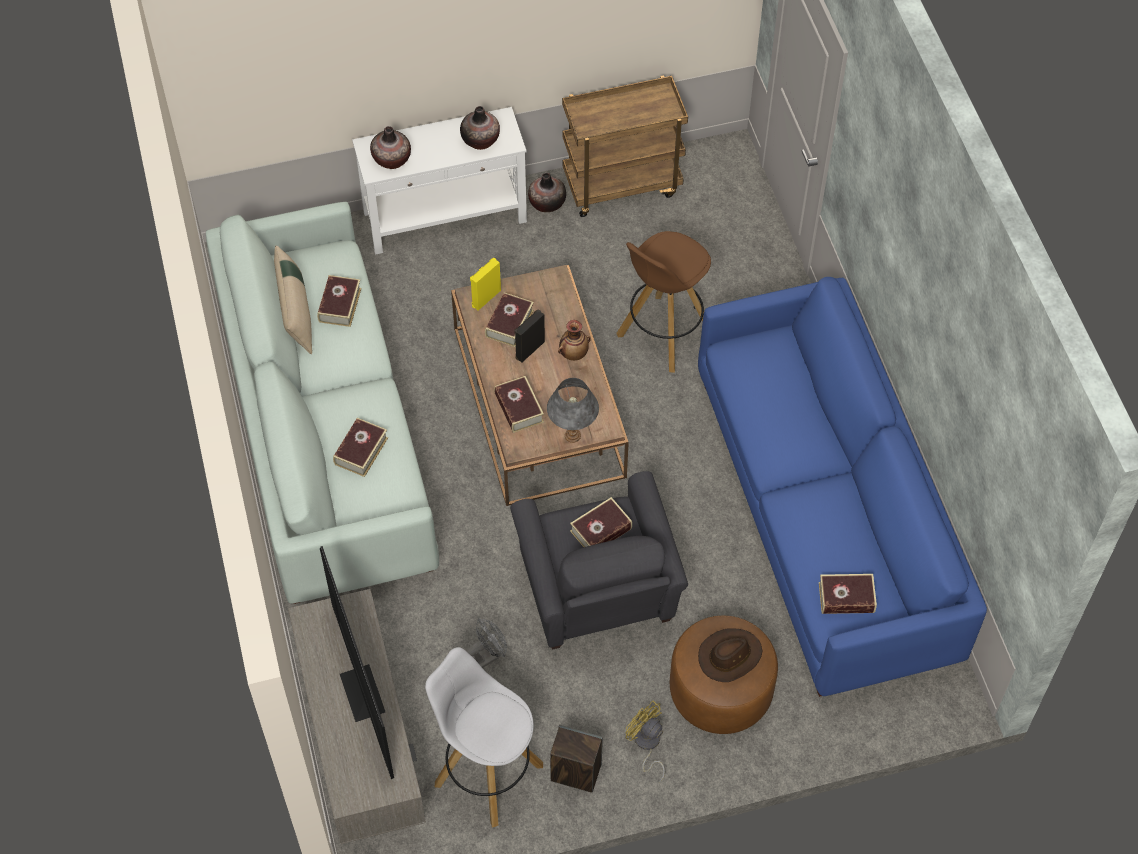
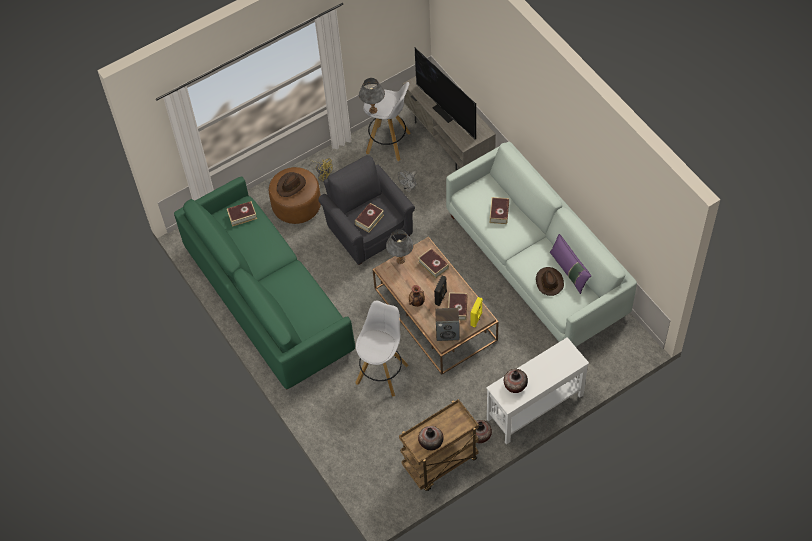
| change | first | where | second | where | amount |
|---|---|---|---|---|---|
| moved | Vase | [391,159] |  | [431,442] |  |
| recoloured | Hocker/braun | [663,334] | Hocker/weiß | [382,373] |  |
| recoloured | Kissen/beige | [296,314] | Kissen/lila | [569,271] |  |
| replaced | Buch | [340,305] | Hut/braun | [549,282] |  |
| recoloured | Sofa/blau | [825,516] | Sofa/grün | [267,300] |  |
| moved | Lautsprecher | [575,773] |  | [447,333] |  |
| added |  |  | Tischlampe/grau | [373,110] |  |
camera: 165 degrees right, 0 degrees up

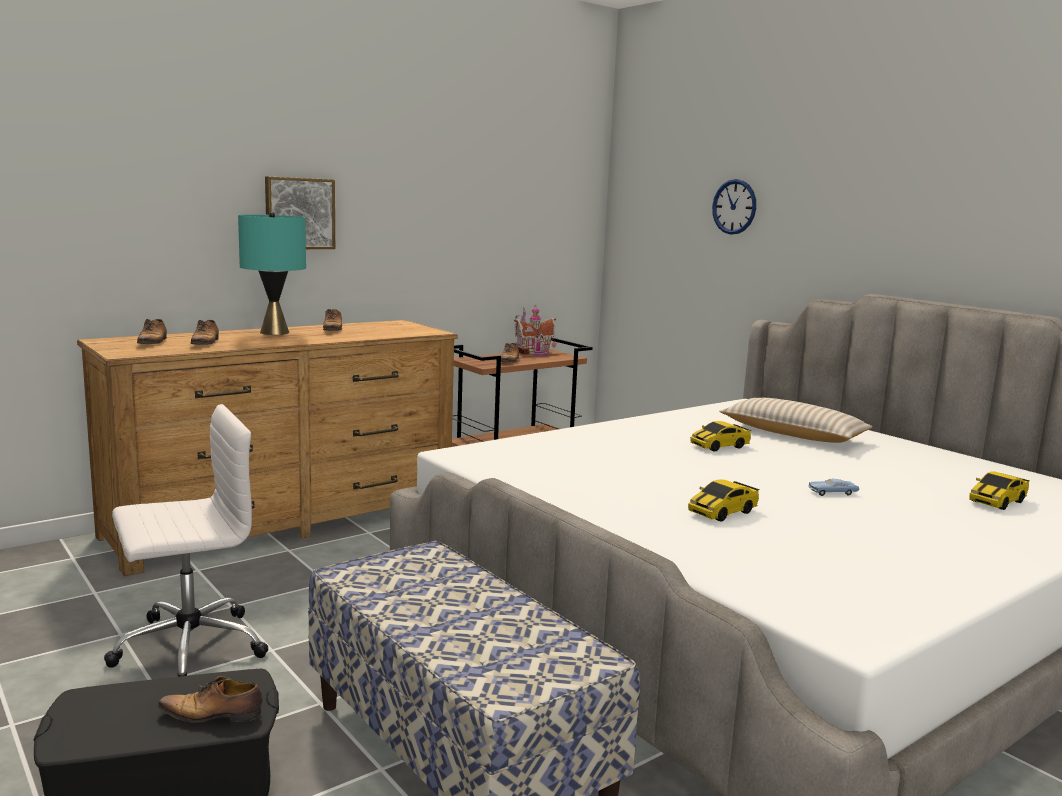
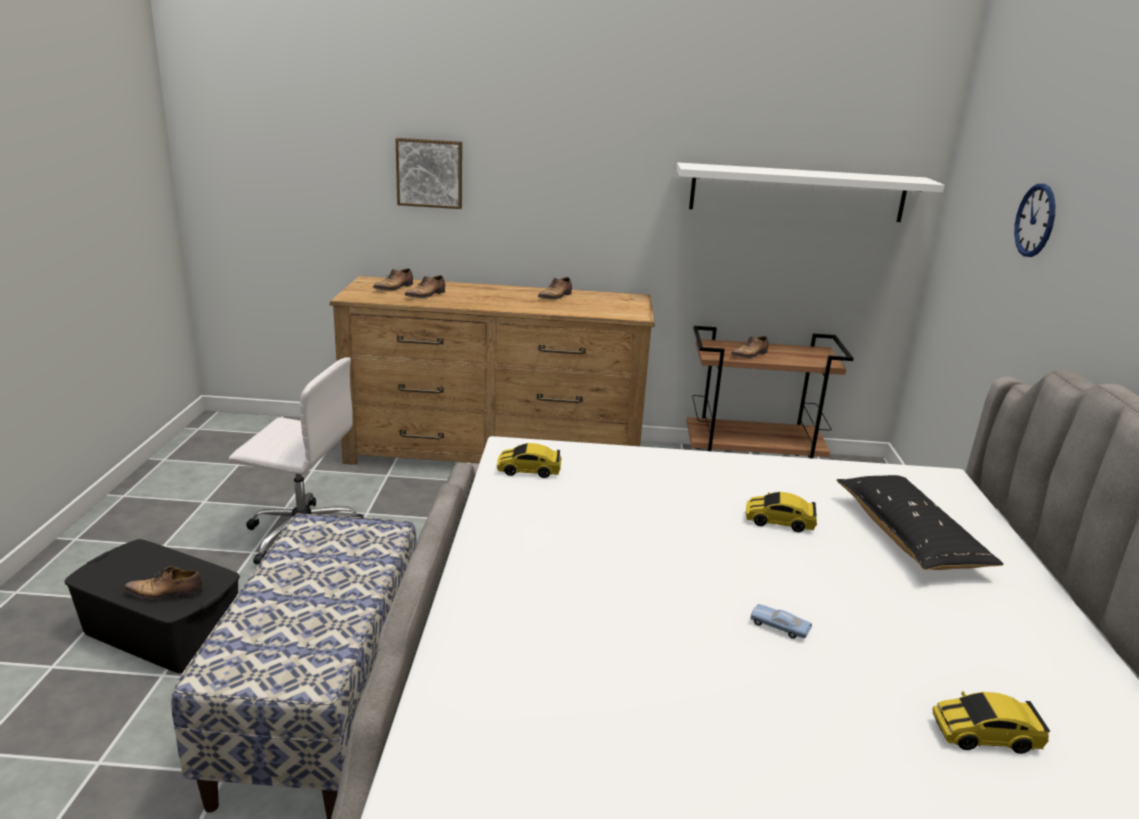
| change | first | where | second | where | amount |
|---|---|---|---|---|---|
| moved | Bild | [299,213] |  | [430,173] |  |
| removed | Tischlampe/türkis | [274,332] |  |  |  |
| removed | Spielzeughaus | [535,353] |  |  |  |
| recoloured | Kissen/beige | [793,434] | Kissen/schwarz | [908,536] |  |
| moved | Spielzeugauto | [722,512] |  | [528,470] |  |
| turned | Schuh | [213,715] |  | [166,593] | 45 degrees counterclockwise |
| added |  |  | Wandregal/weiß | [797,192] |  |
camera: 40 degrees right, 10 degrees up

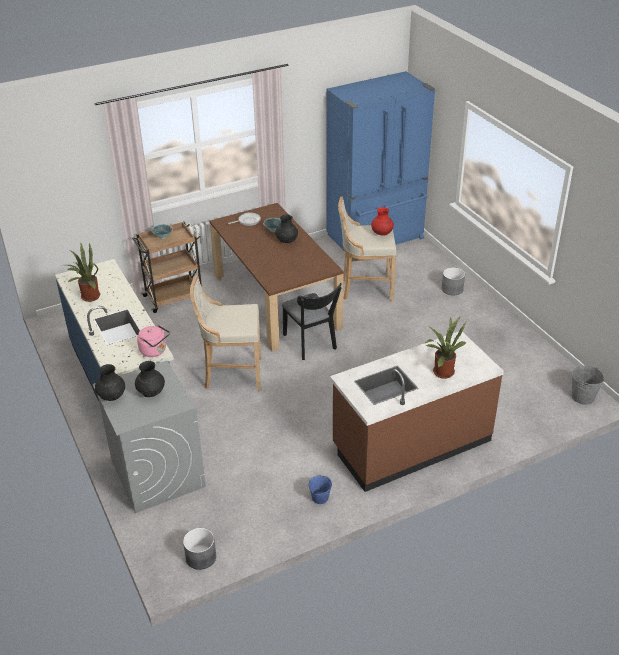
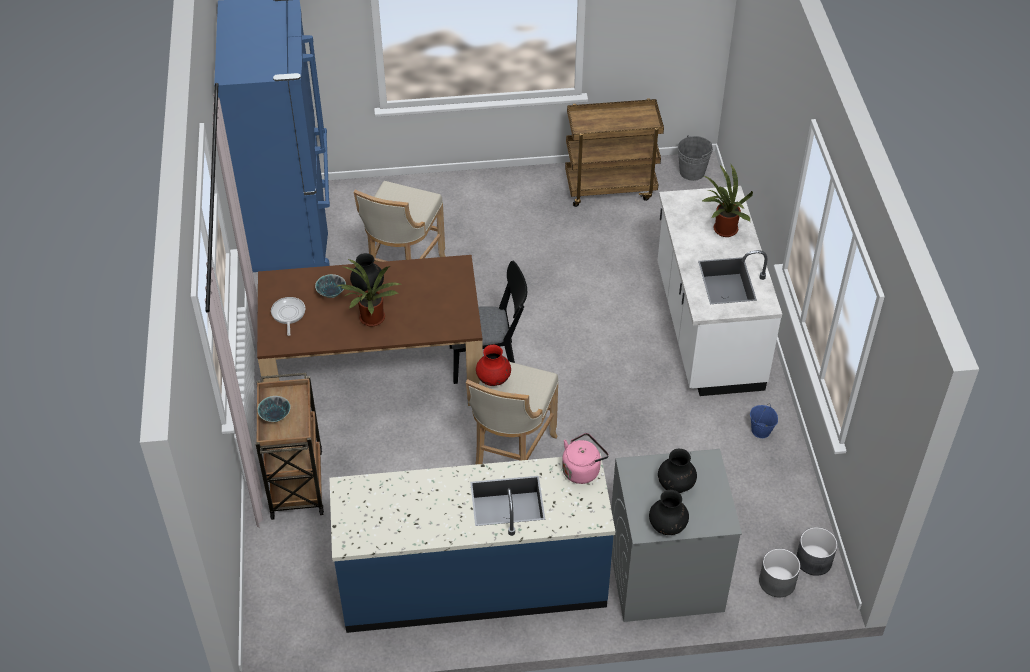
| change | first | where | second | where | amount |
|---|---|---|---|---|---|
| moved | Vase/rot | [382,234] |  | [493,380] |  |
| moved | Topfpflanze | [88,297] |  | [371,320] |  |
| moved | Pflanzkübel/grau | [452,289] |  | [777,582] |  |
| recoloured | Küchenzeile/braun | [411,443] | Küchenzeile/weiß | [706,328] |  |
| added |  |  | Rollwagen/braun | [610,187] |  |
camera: 70 degrees left, 10 degrees up

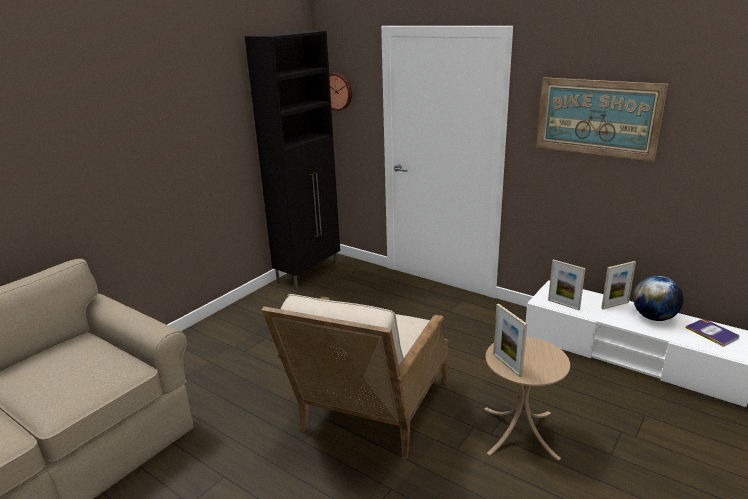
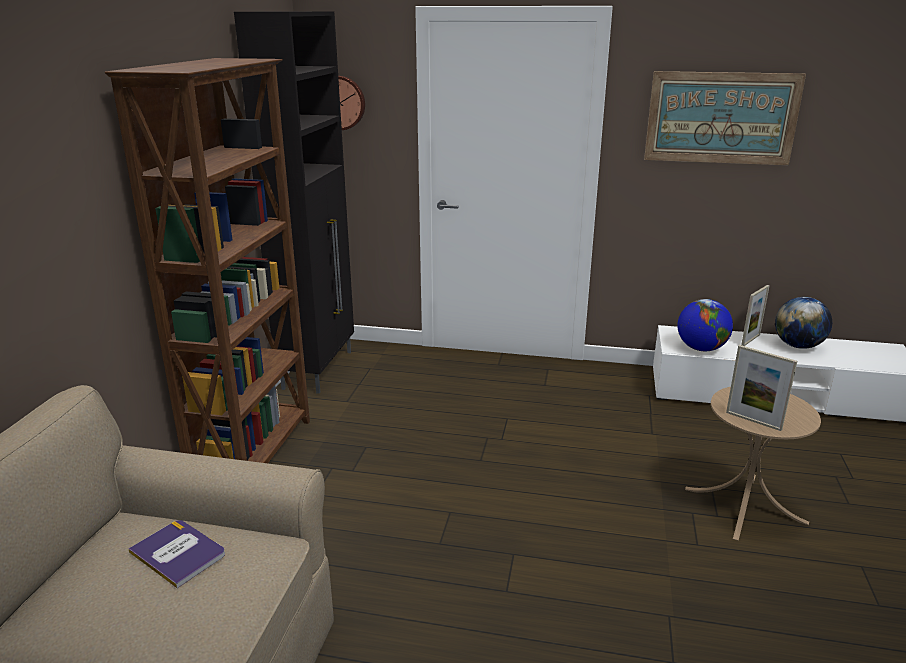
| change | first | where | second | where | amount |
|---|---|---|---|---|---|
| replaced | Bilderrahmen | [563,304] | Globus | [701,348] |  |
| removed | Sessel/beige | [369,414] |  |  |  |
| moved | Buch | [712,333] |  | [178,553] |  |
| added |  |  | Bücherregal/braun | [256,455] |  |
camera: 25 degrees left, 0 degrees up

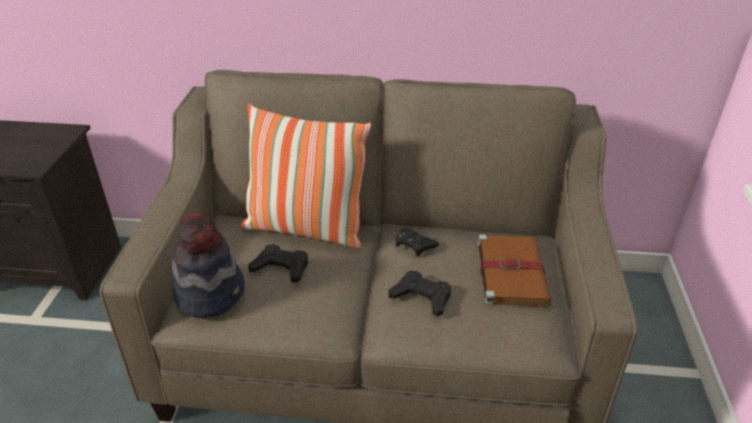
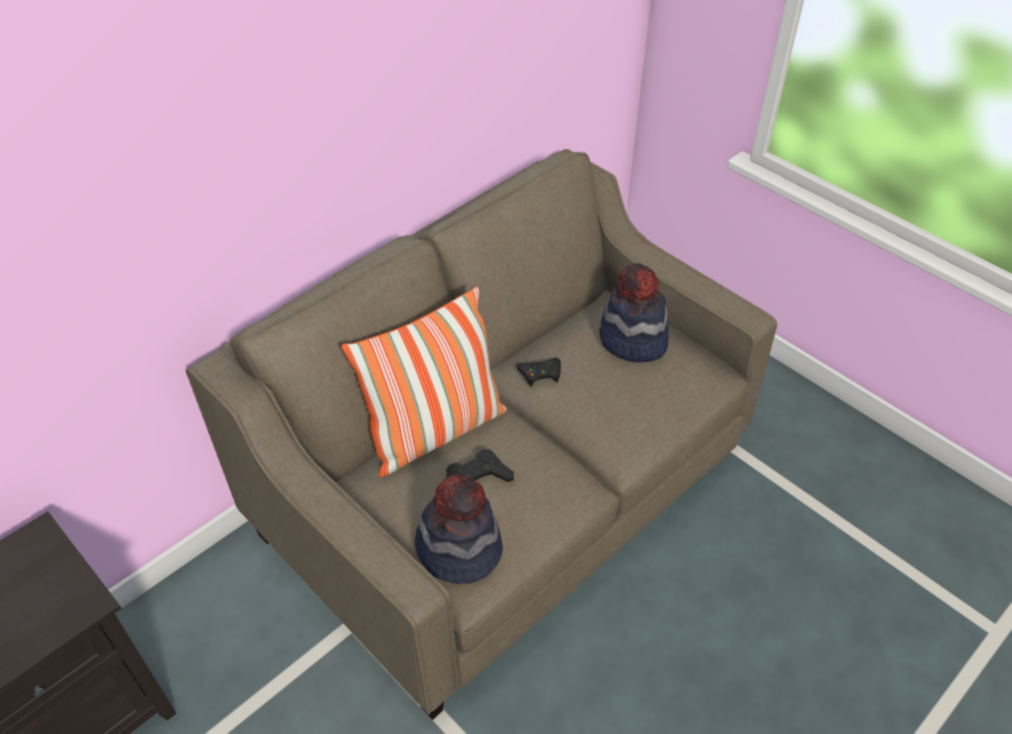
| change | first | where | second | where | amount |
|---|---|---|---|---|---|
| replaced | Buch/braun | [511,271] | Hut | [632,340] |  |
| removed | Gamepad/schwarz | [421,297] |  |  |  |
camera: 50 degrees left, 10 degrees up

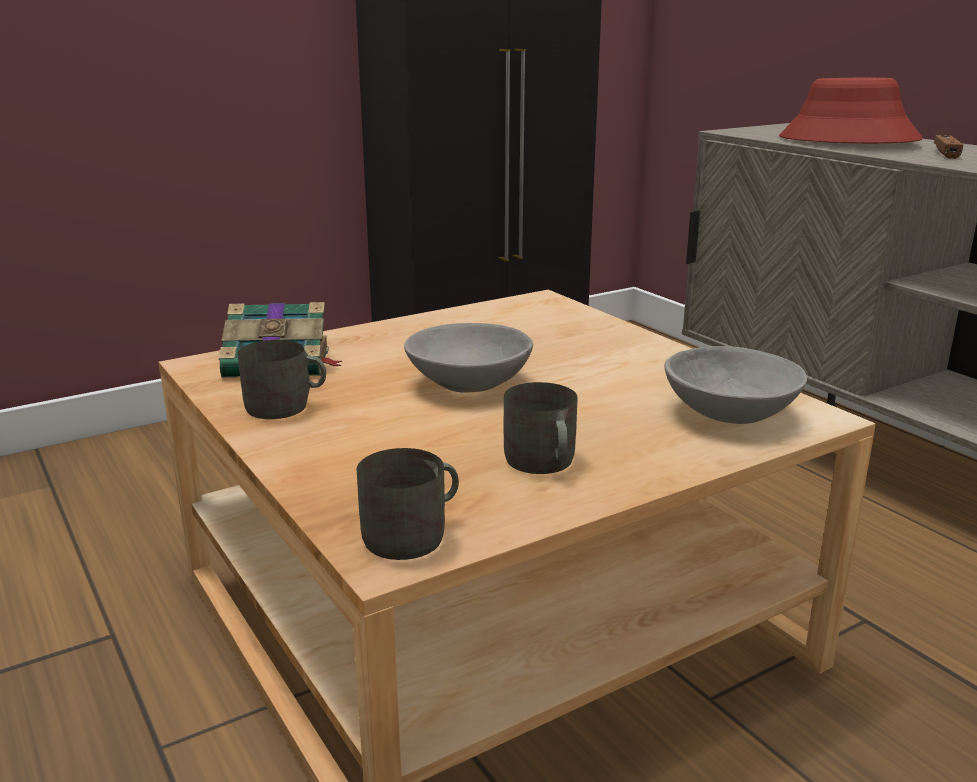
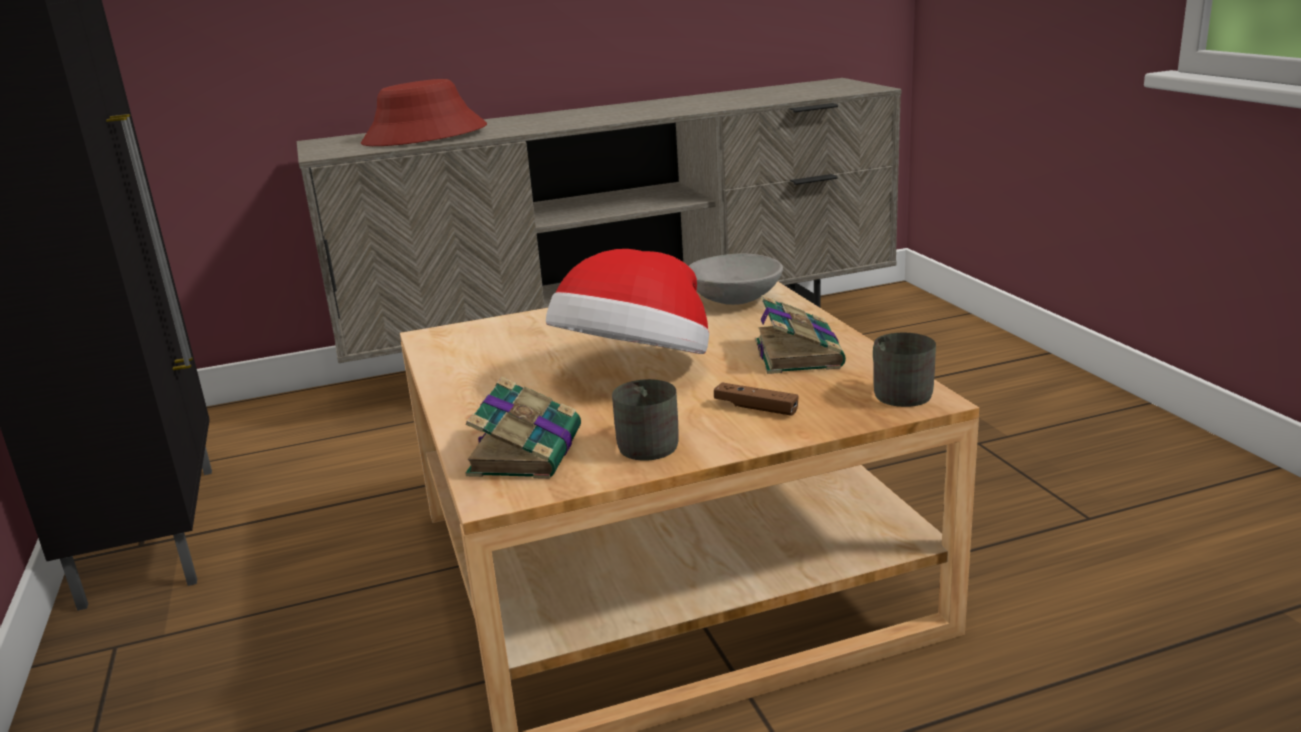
| change | first | where | second | where | amount |
|---|---|---|---|---|---|
| moved | Gamepad/braun | [946,154] |  | [755,408] |  |
| replaced | Schüssel/grau | [469,384] | Hut | [636,370] |  |
| replaced | Henkelbecher/grau | [542,463] | Buch | [797,353] |  |
camera: 75 degrees left, 0 degrees up

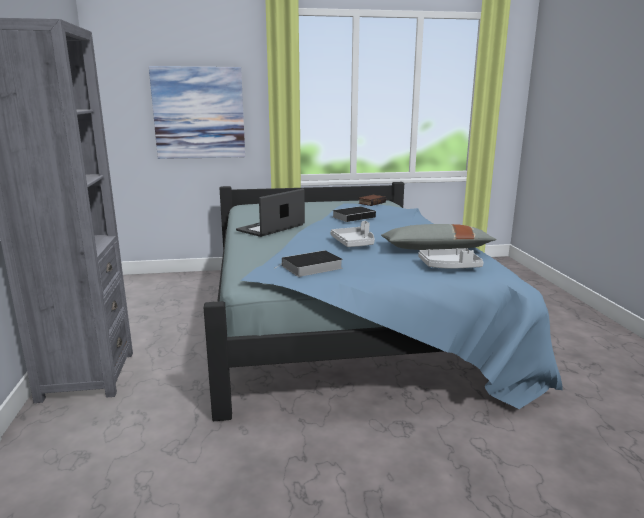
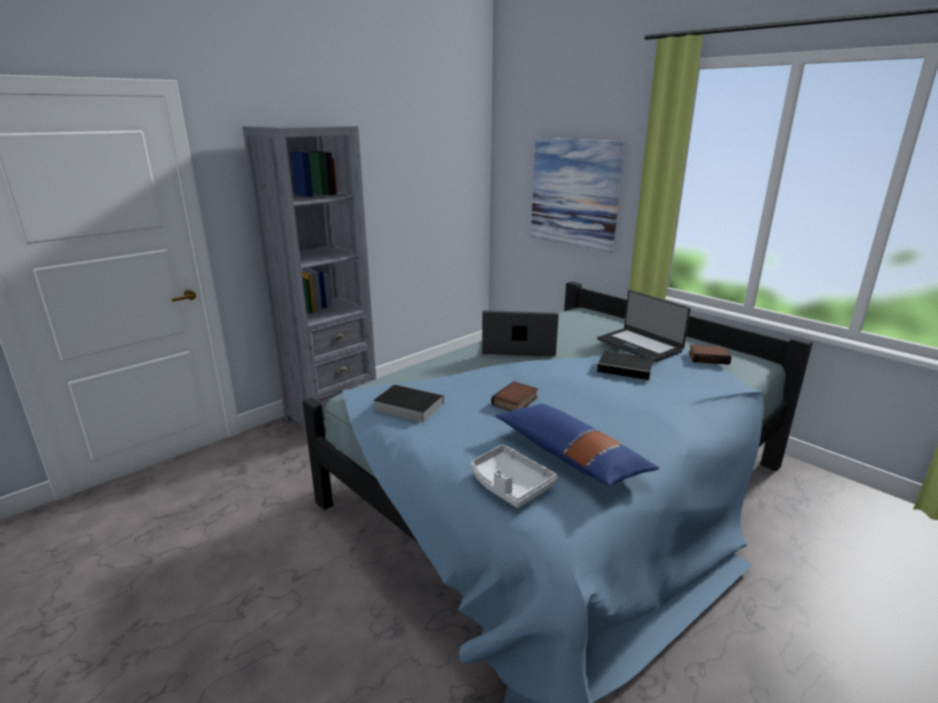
| change | first | where | second | where | amount |
|---|---|---|---|---|---|
| replaced | Tablett/grau | [354,243] | Buch | [515,402] |  |
| recoloured | Kissen/grau | [435,249] | Kissen/blau | [570,456] |  |
| added |  |  | Laptop | [640,345] |  |
camera: 55 degrees right, 5 degrees up

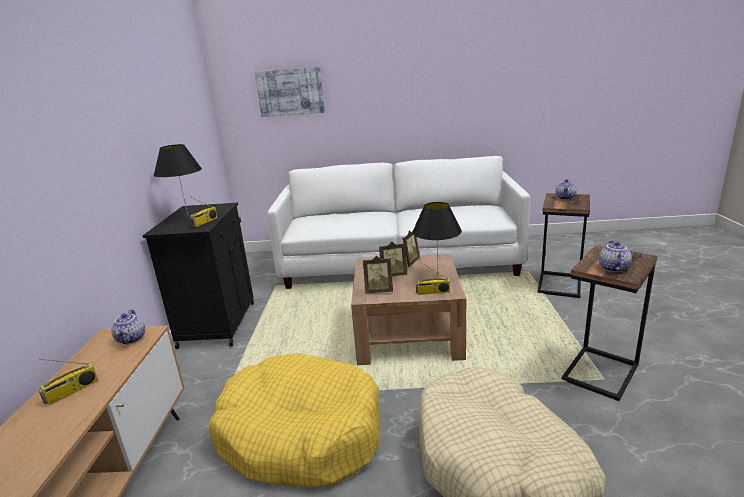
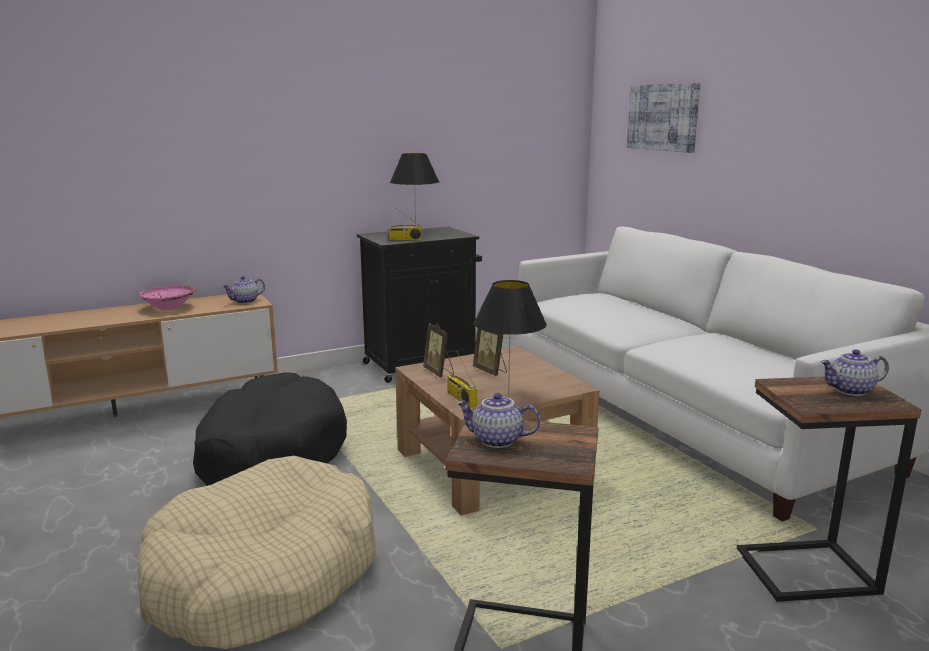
| change | first | where | second | where | amount |
|---|---|---|---|---|---|
| removed | Bilderrahmen | [409,262] |  |  |  |
| turned | Teekanne | [612,268] |  | [496,441] | 150 degrees counterclockwise |
| recoloured | Hundebett/gelb | [300,434] | Hundebett/schwarz | [270,453] |  |
| replaced | Radio | [72,391] | Schüssel/rosa | [169,307] |  |
camera: 60 degrees right, 5 degrees down

